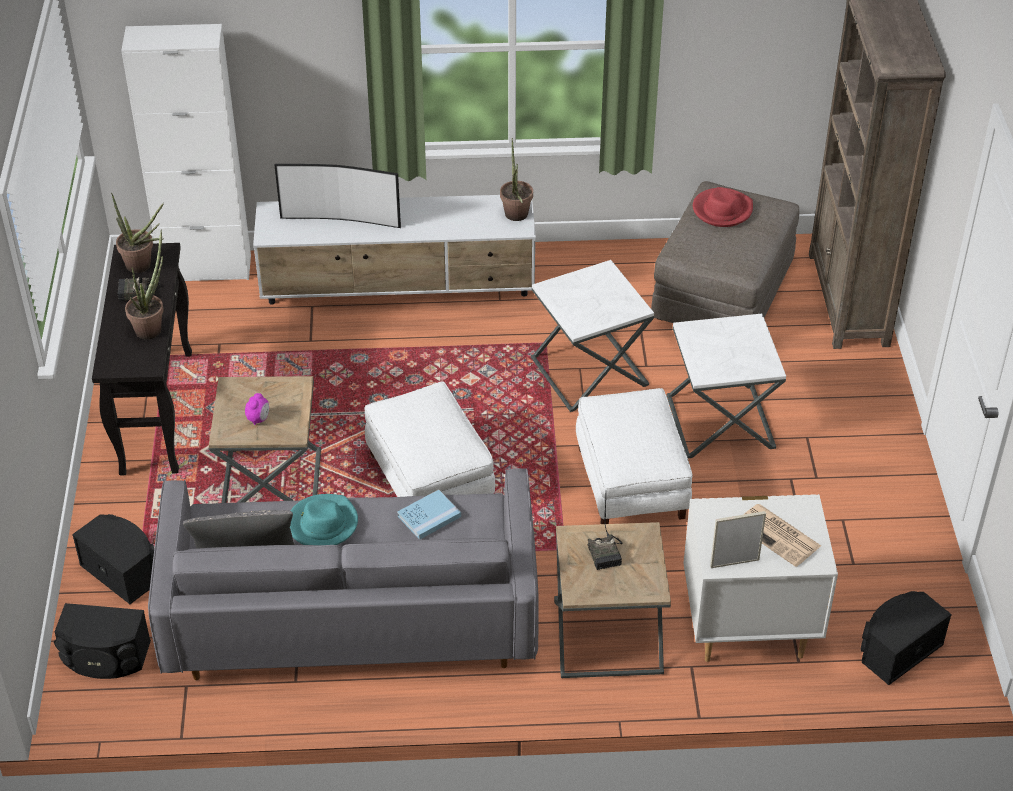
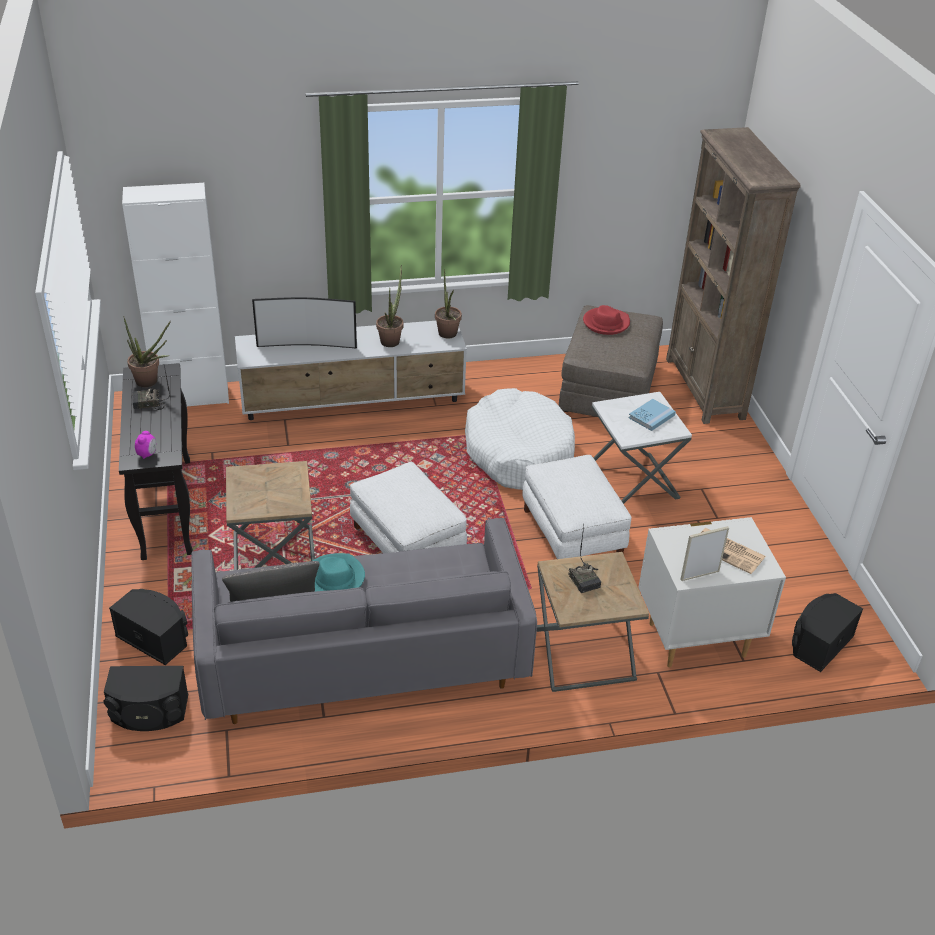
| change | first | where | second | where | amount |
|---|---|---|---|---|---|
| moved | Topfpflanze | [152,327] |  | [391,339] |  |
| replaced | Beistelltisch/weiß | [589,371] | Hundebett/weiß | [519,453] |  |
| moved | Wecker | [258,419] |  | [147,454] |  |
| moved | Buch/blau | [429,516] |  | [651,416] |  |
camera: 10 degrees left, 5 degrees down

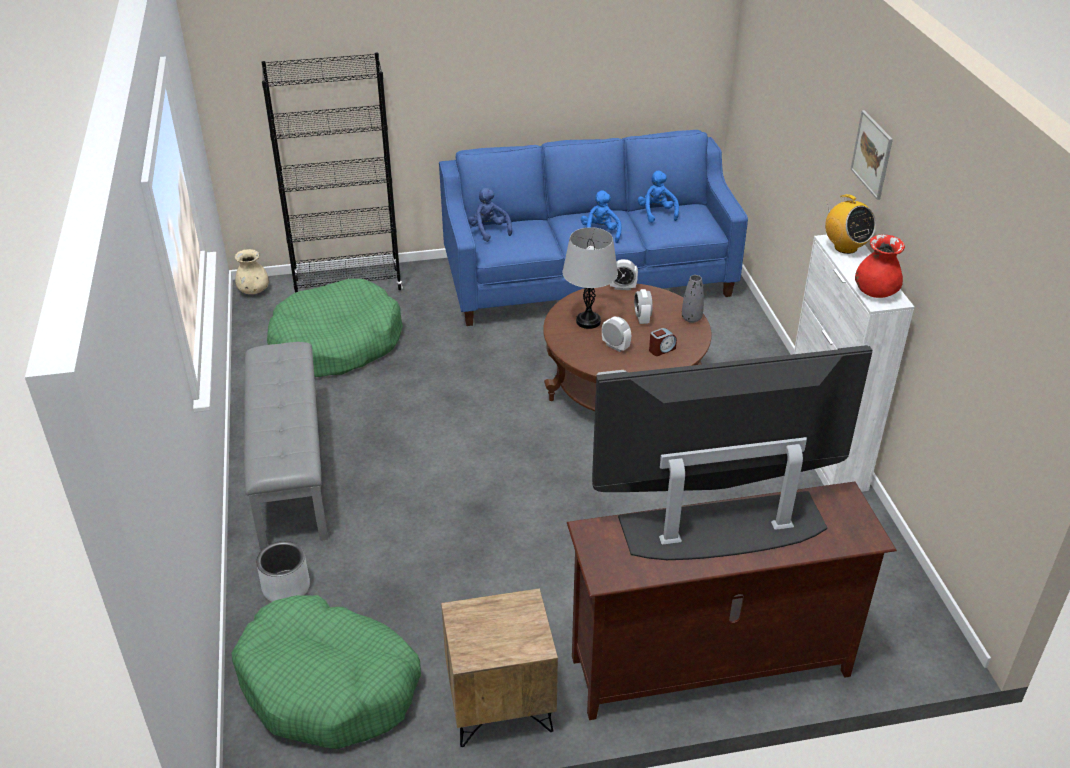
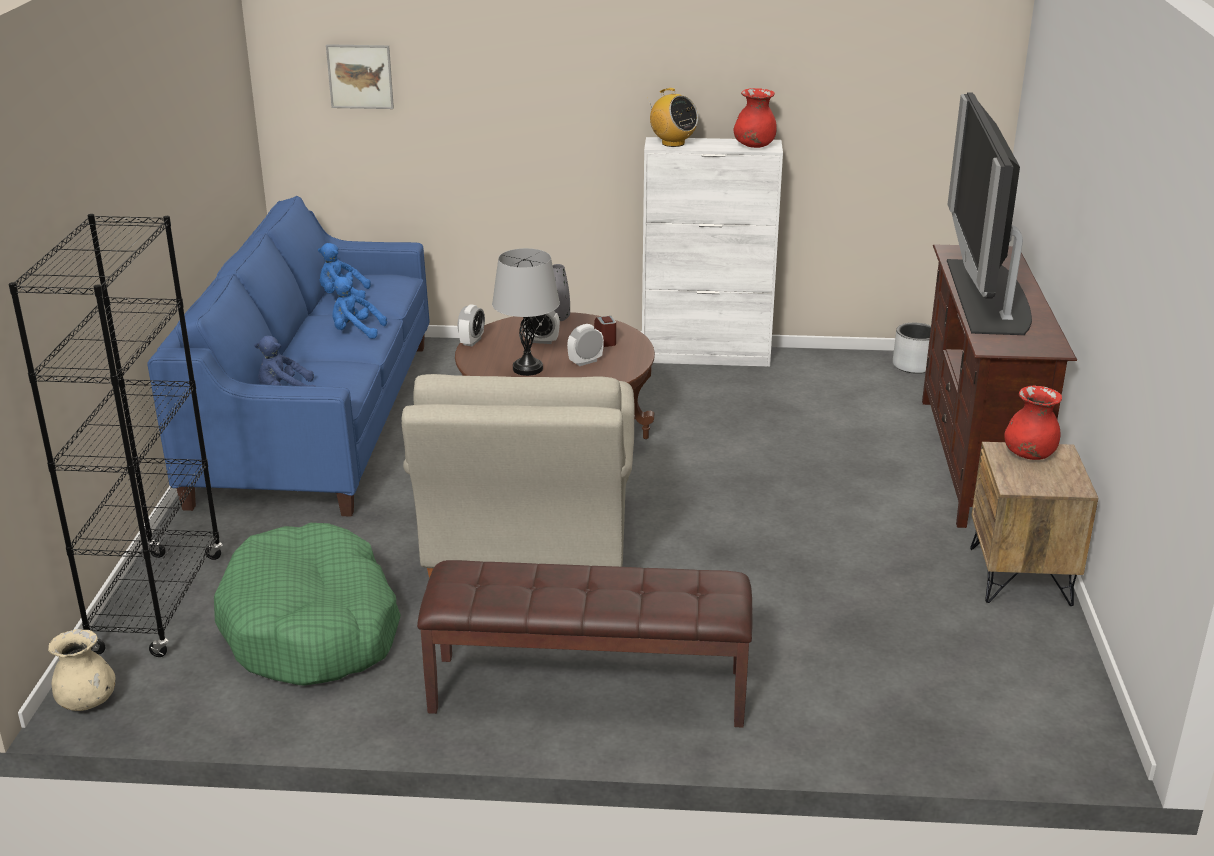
| change | first | where | second | where | amount |
|---|---|---|---|---|---|
| moved | Bild | [872,154] |  | [360,76] |  |
| turned | Radio | [845,247] |  | [672,143] | 60 degrees clockwise |
| recoloured | Bank/grau | [289,469] | Bank/braun | [587,691] |  |
| moved | Pflanzkübel/grau | [285,587] |  | [914,365] |  |
| removed | Hundebett/grün | [329,685] |  |  |  |
| added |  |  | Sessel/beige | [528,554] |  |
| added |  |  | Vase/rot | [1029,455] |  |
camera: 75 degrees left, 10 degrees down

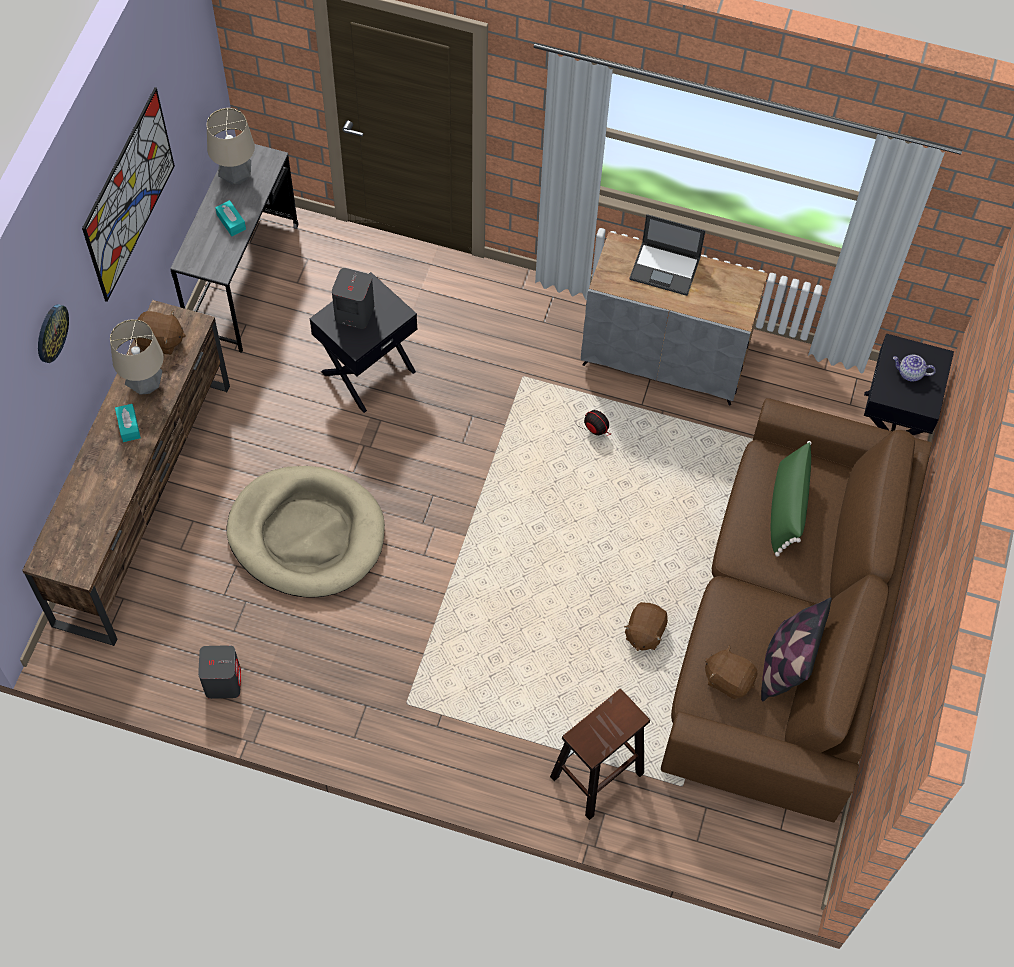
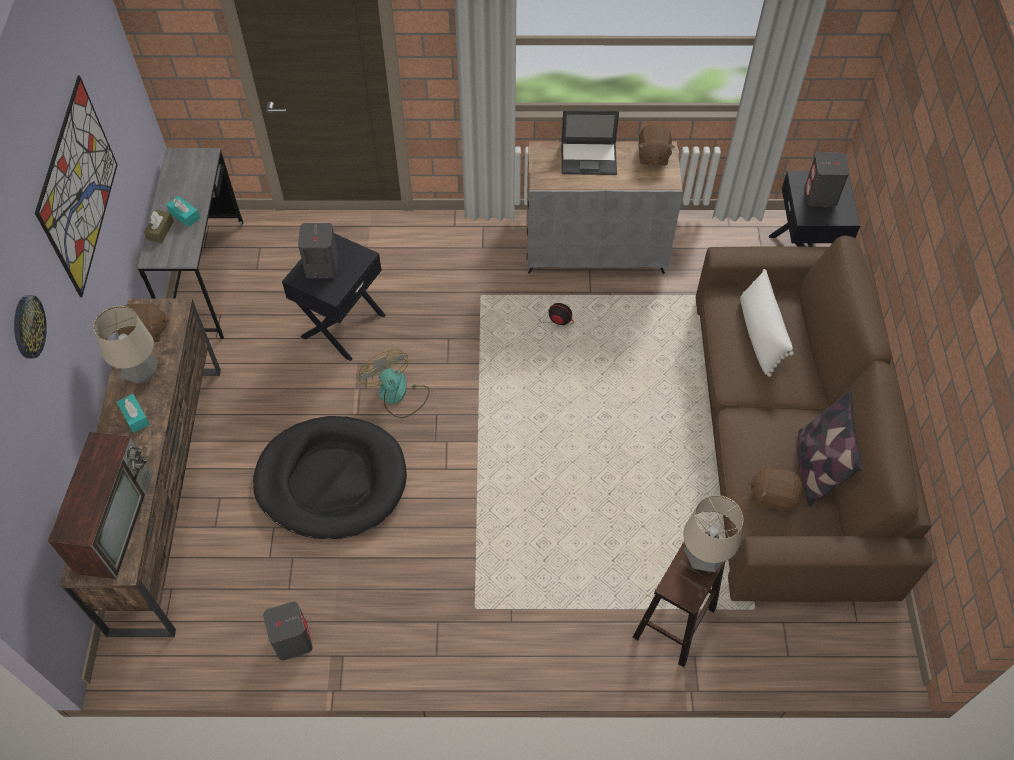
| change | first | where | second | where | amount |
|---|---|---|---|---|---|
| moved | Tischlampe | [236,177] |  | [702,560] |  |
| replaced | Teekanne | [910,373] | Lautsprecher/grau | [820,196] |  |
| recoloured | Kissen/grün | [786,508] | Kissen/weiß | [760,334] |  |
| recoloured | Hundebett/beige | [307,534] | Hundebett/schwarz | [331,480] |  |
| moved | Plüschtier/braun | [644,633] |  | [653,156] |  |
| added |  |  | Taschentuchbox/braun | [160,230] |  |
| added |  |  | Ventilator | [397,395] |  |
| added |  |  | Fernseher | [115,520] |  |
camera: 15 degrees left, 5 degrees down

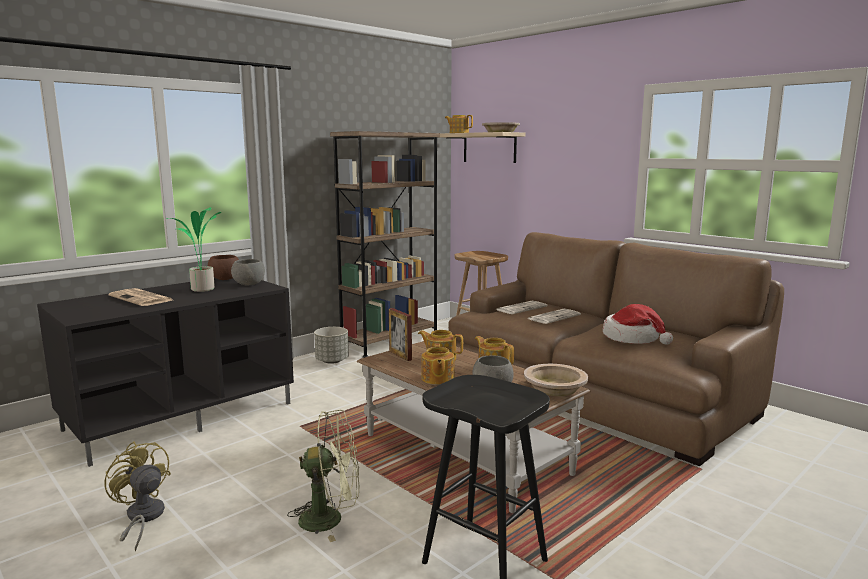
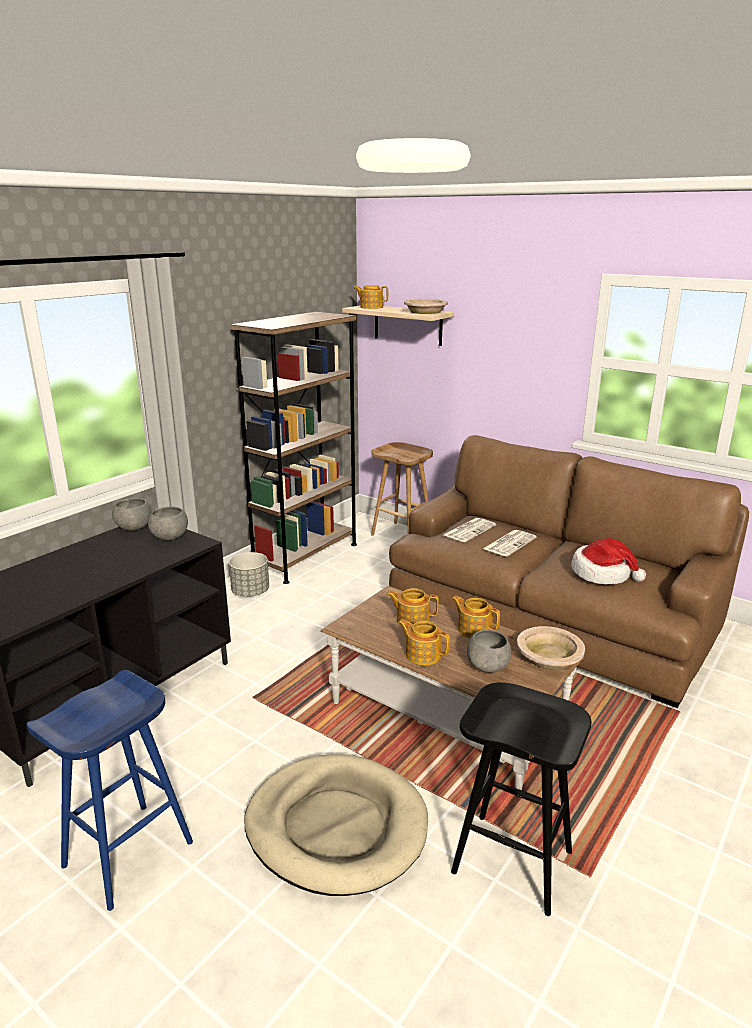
| change | first | where | second | where | amount |
|---|---|---|---|---|---|
| removed | Topfpflanze | [202,290] |  |  |  |
| recoloured | Schüssel/braun | [225,279] | Schüssel/grau | [134,528] |  |
| removed | Zeitung | [142,298] |  |  |  |
| removed | Bilderrahmen | [400,355] |  |  |  |
| turned | Teekanne | [437,379] |  | [423,654] | 135 degrees clockwise |
| replaced | Ventilator/grün | [330,518] | Hundebett/beige | [336,827] |  |
| replaced | Ventilator/gelb | [142,518] | Hocker/blau | [127,855] |  |
camera: 10 degrees left, 10 degrees up

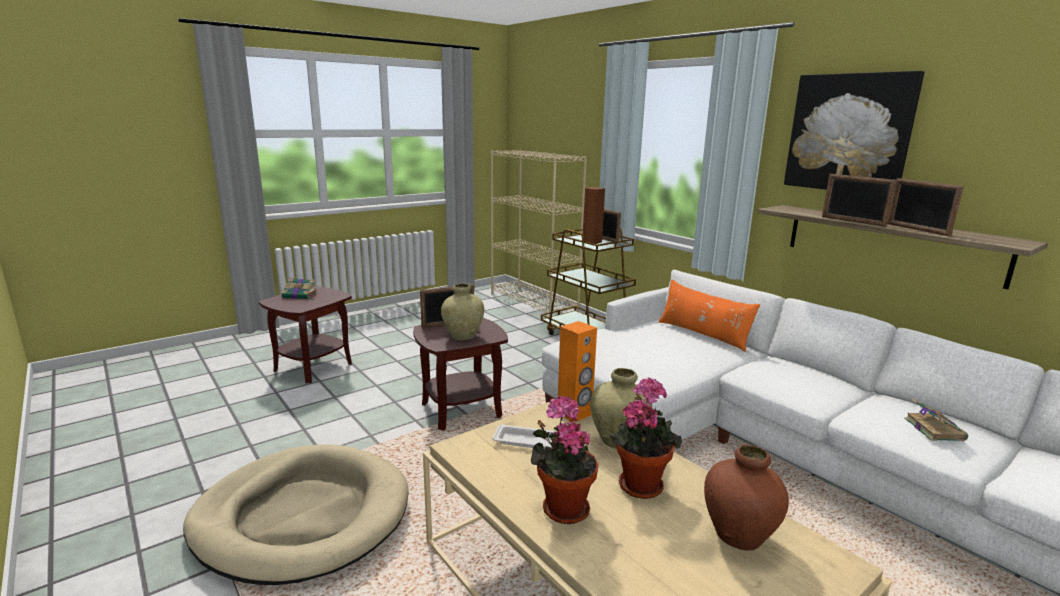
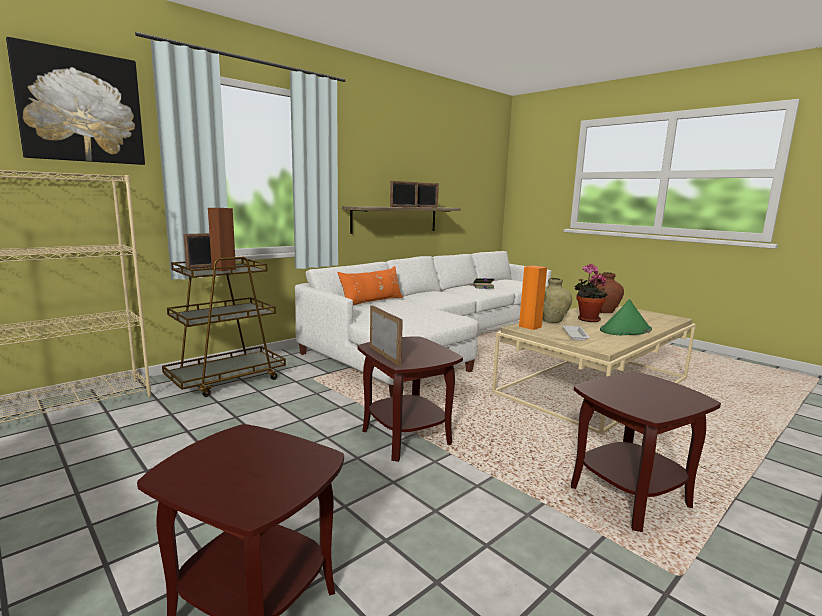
| change | first | where | second | where | amount |
|---|---|---|---|---|---|
| moved | Bild | [849,133] |  | [81,107] |  |
| removed | Buch | [300,295] |  |  |  |
| removed | Vase/beige | [463,336] |  |  |  |
| replaced | Topfpflanze | [562,507] | Hut/grün | [625,330] |  |
| replaced | Hundebett/beige | [302,517] | Beistelltisch/braun | [630,497] |  |
camera: 95 degrees left, 5 degrees down

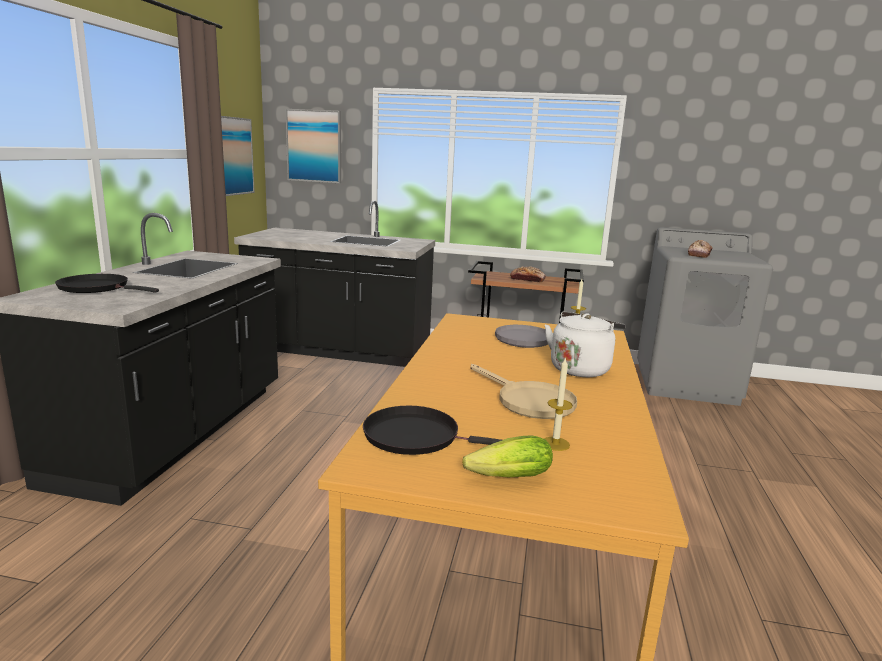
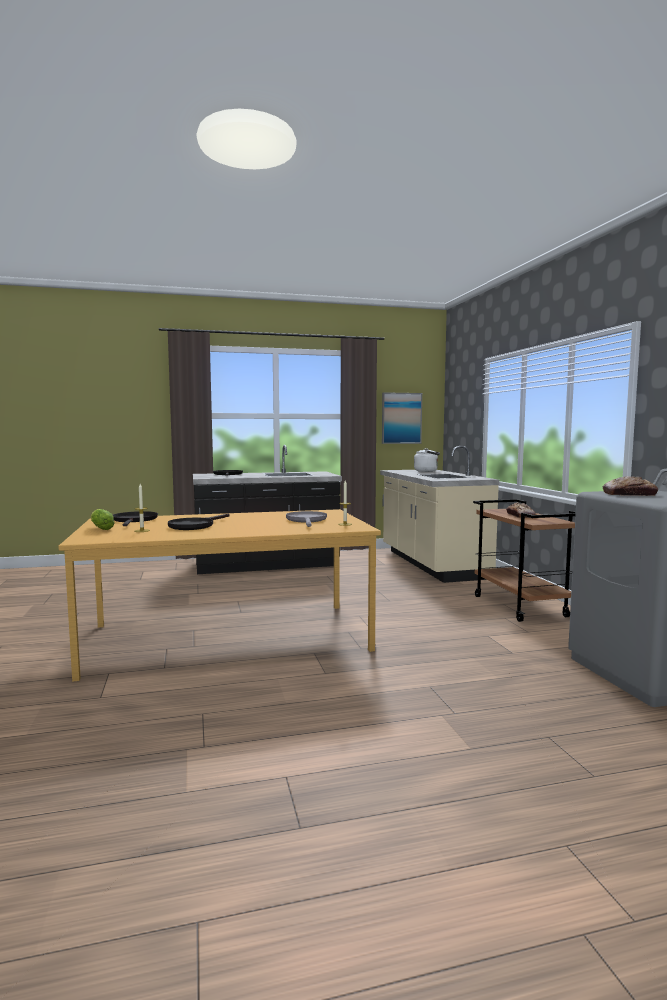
| change | first | where | second | where | amount |
|---|---|---|---|---|---|
| removed | Bild | [314,146] |  |  |  |
| recoloured | Küchenzeile/schwarz | [339,350] | Küchenzeile/beige | [431,563] |  |
| moved | Wasserkessel/weiß | [580,368] |  | [427,471] |  |
| recoloured | Pfanne/beige | [527,401] | Pfanne/schwarz | [195,525] |  |
camera: 65 degrees right, 10 degrees down

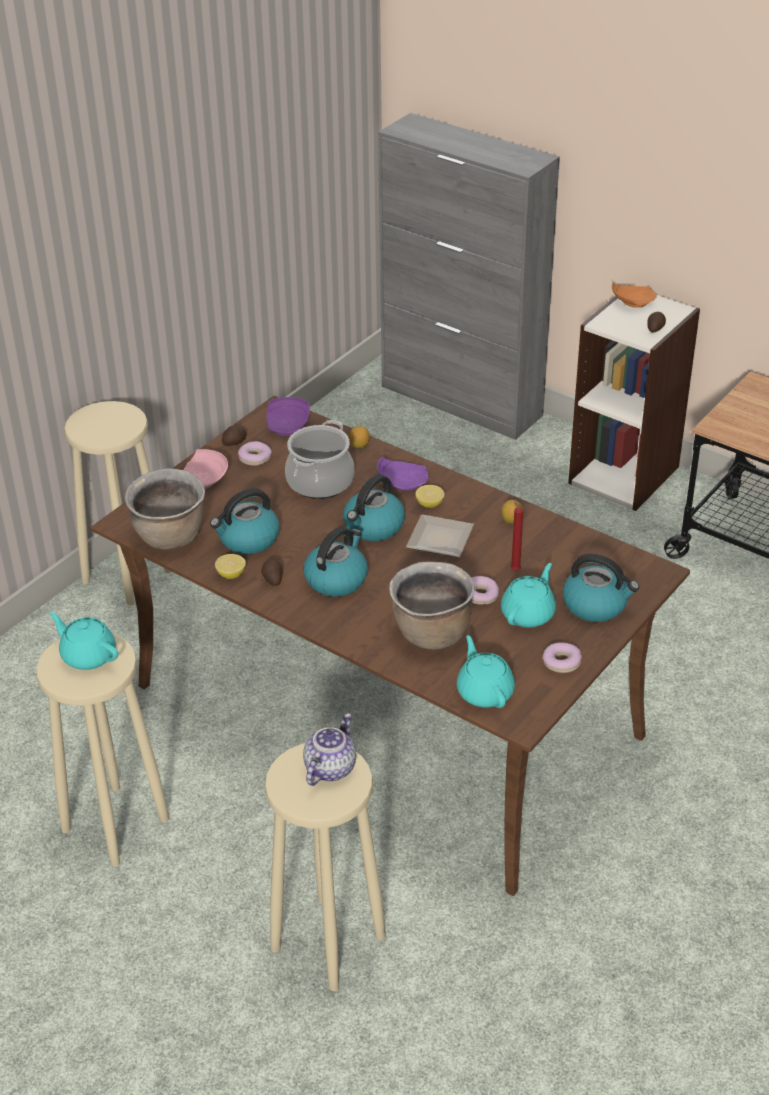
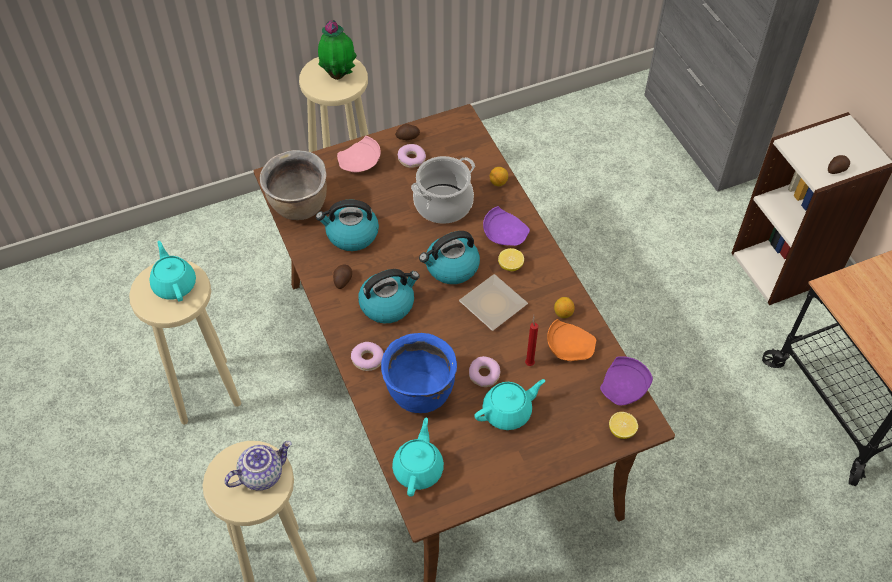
| change | first | where | second | where | amount |
|---|---|---|---|---|---|
| moved | Teller/orange | [631,302] |  | [569,347] |  |
| moved | Teller/lila | [288,425] |  | [624,388] |  |
| moved | Zitrone | [231,574] |  | [621,431] |  |
| removed | Wasserkessel | [596,605] |  |  |  |
| recoloured | Kochtopf/braun | [431,633] | Kochtopf/blau | [419,392] |  |
| moved | Donut | [561,662] |  | [367,359] |  |
| added |  |  | Topfpflanze | [339,75] |  |
camera: 30 degrees right, 15 degrees up

